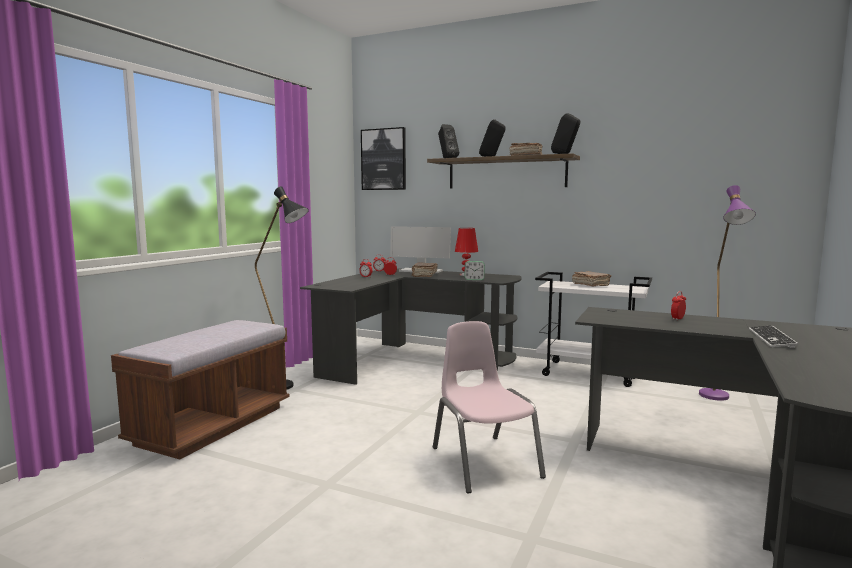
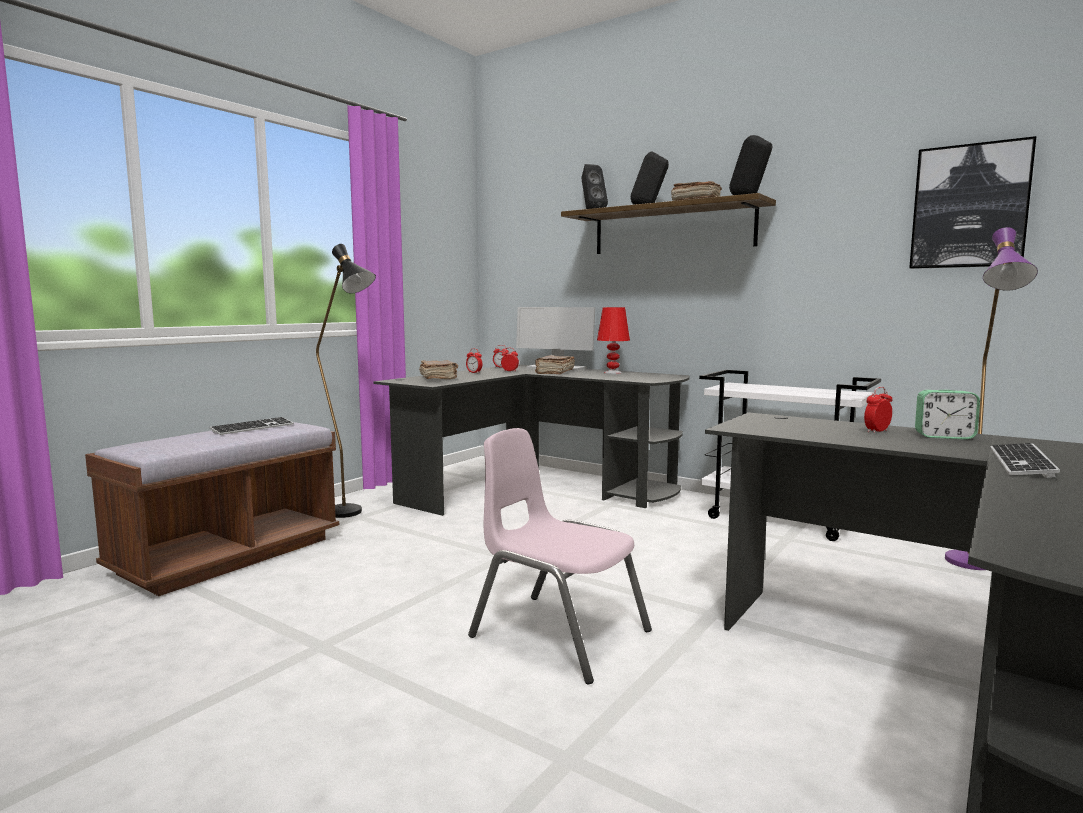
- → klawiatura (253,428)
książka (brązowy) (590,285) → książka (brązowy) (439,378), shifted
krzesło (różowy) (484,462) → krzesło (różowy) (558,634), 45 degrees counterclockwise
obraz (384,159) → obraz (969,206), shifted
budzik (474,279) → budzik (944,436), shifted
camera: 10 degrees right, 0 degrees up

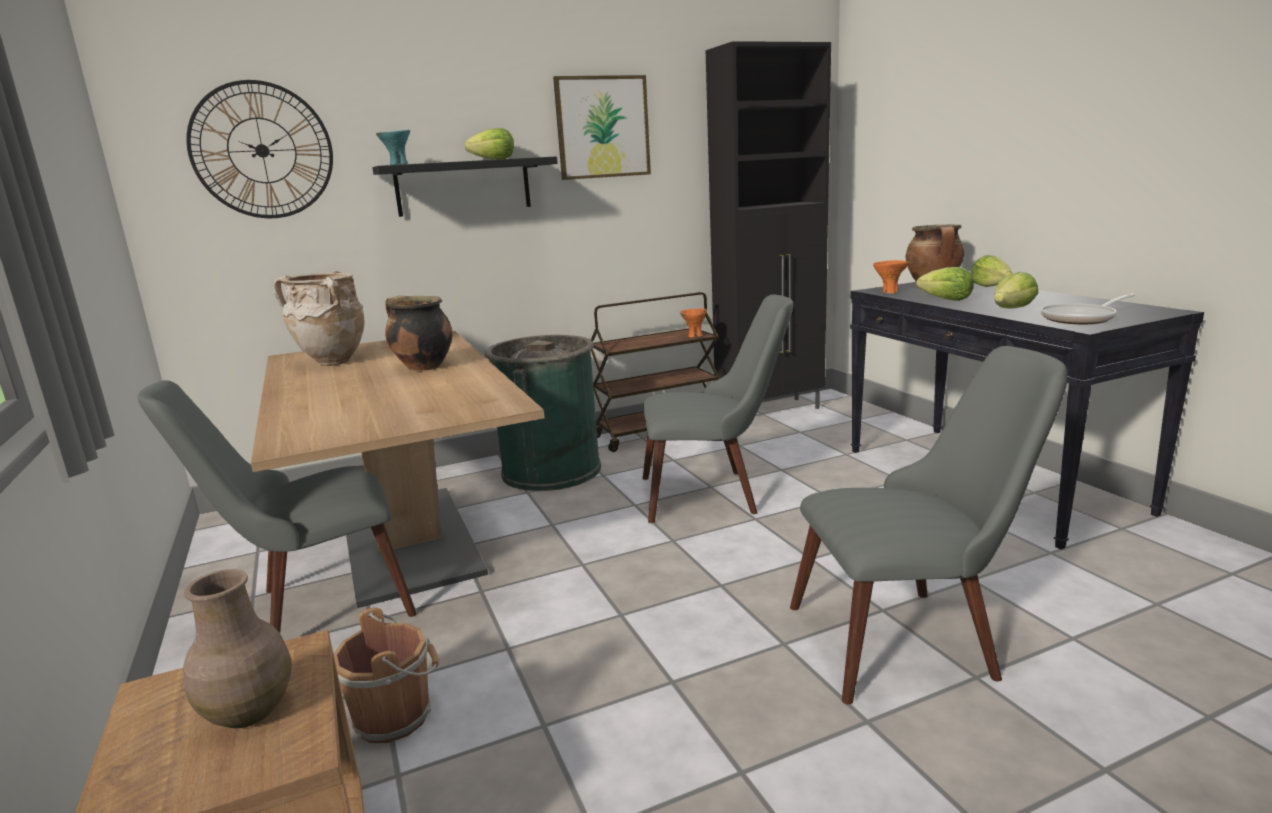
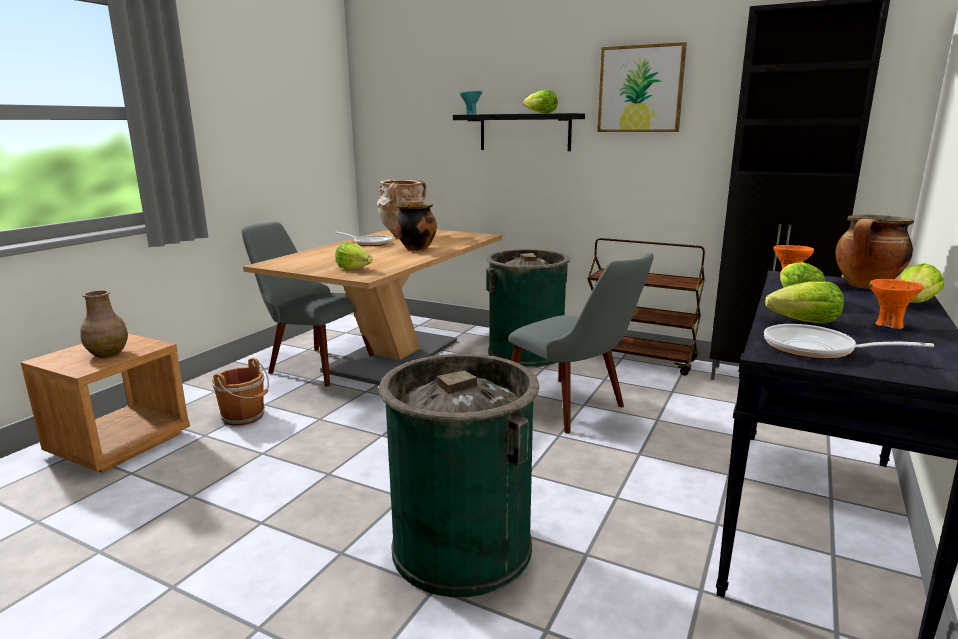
- → patelnia (370,243)
- → sałata (354,269)
krzesło (szary) (913,637) → kosz na śmieci (zielony) (462,546)
miska (pomarańczowy) (694,336) → miska (pomarańczowy) (888,325), shifted
zegar ścienny (262,150) → -
camera: 50 degrees right, 0 degrees up

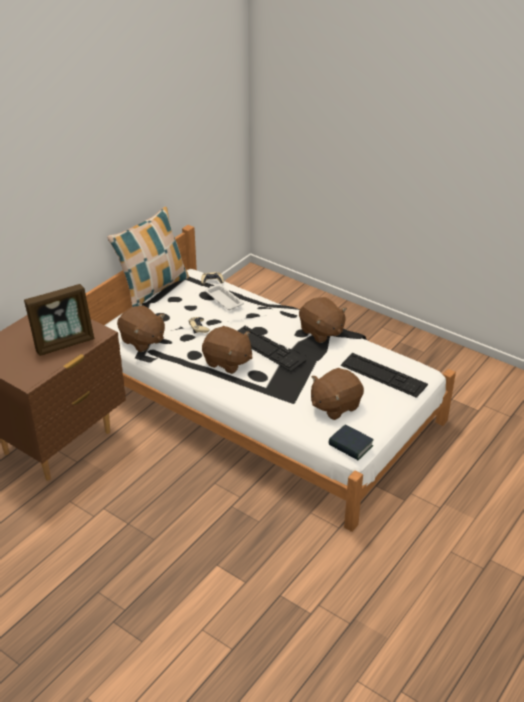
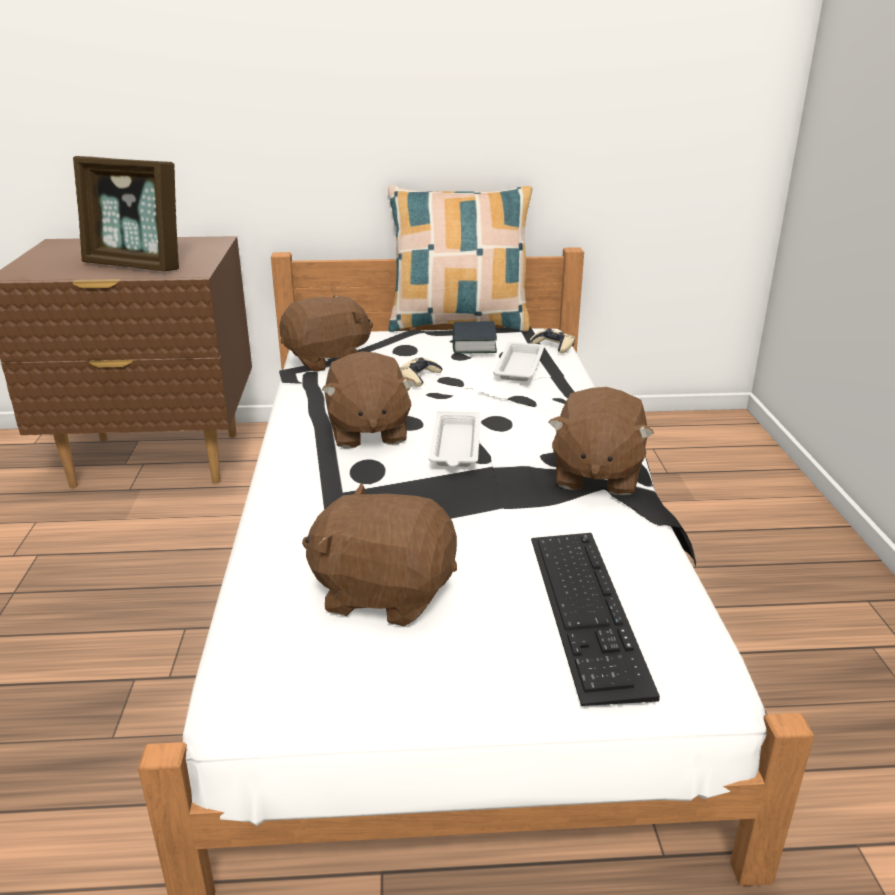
pluszak (brązowy) (142,341) → pluszak (brązowy) (327,360), 120 degrees counterclockwise
klawiatura (267,348) → taca (biały) (455,446)
książka (350,446) → książka (473,344), shifted
camera: 50 degrees right, 10 degrees down

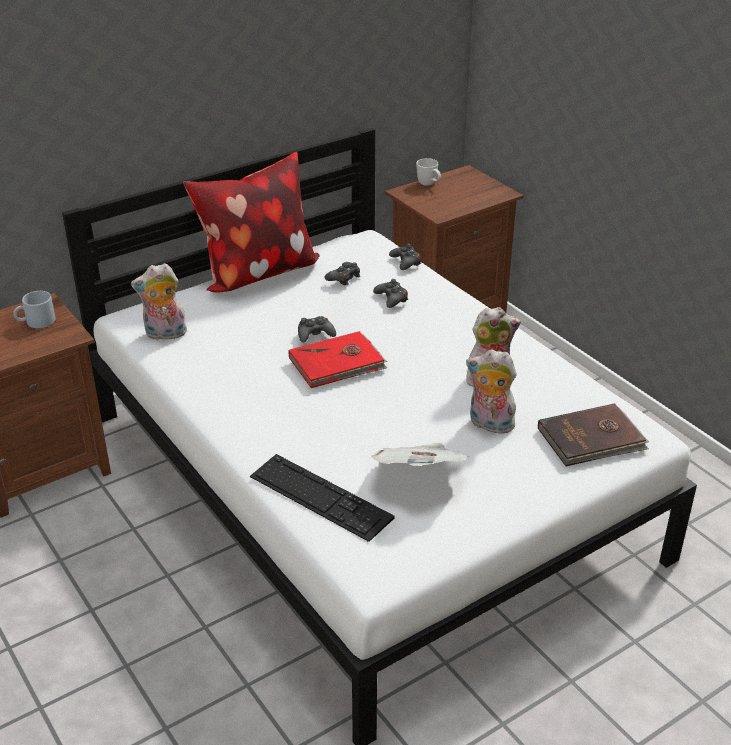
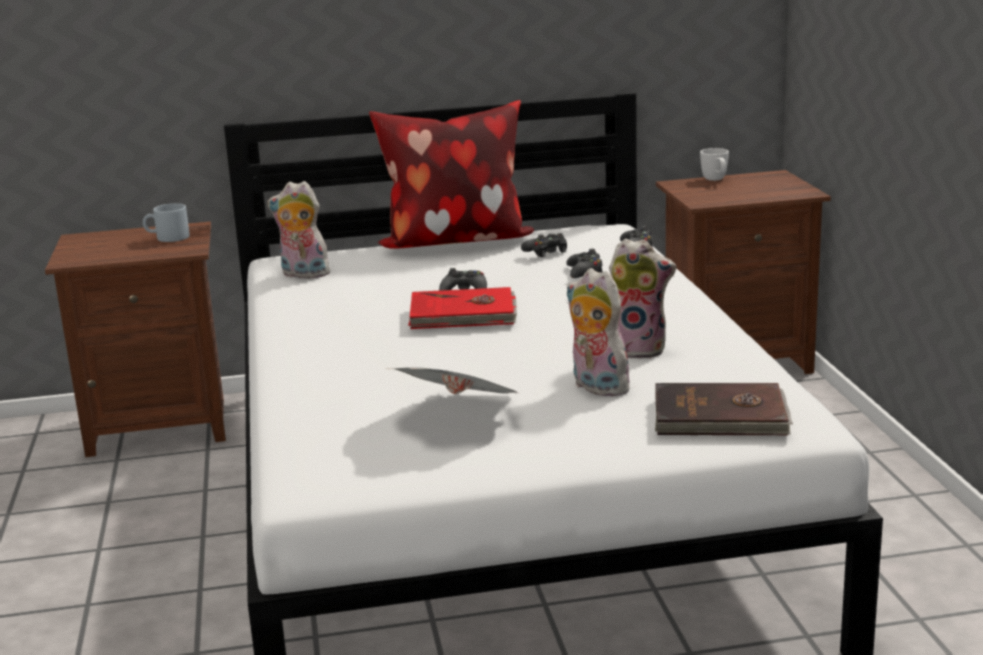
klawiatura (320,497) → -
camera: 25 degrees right, 15 degrees down

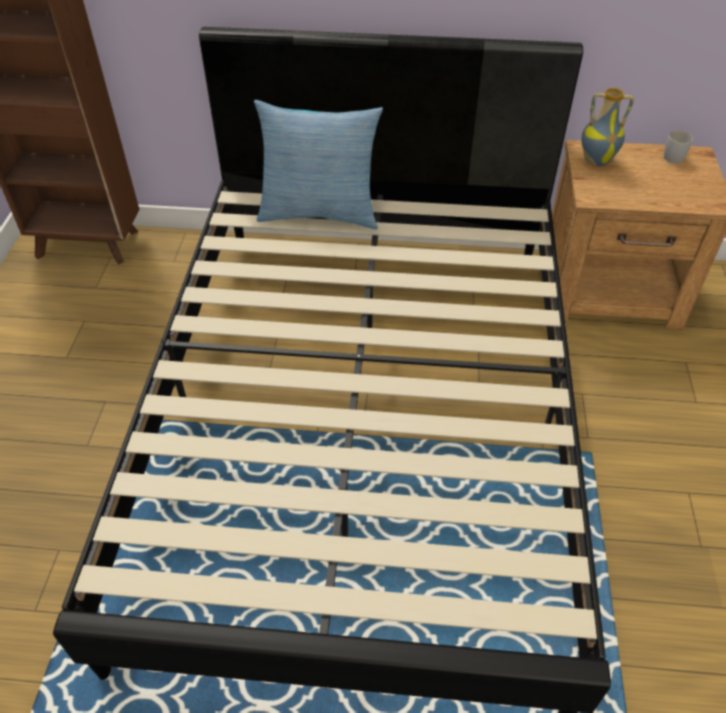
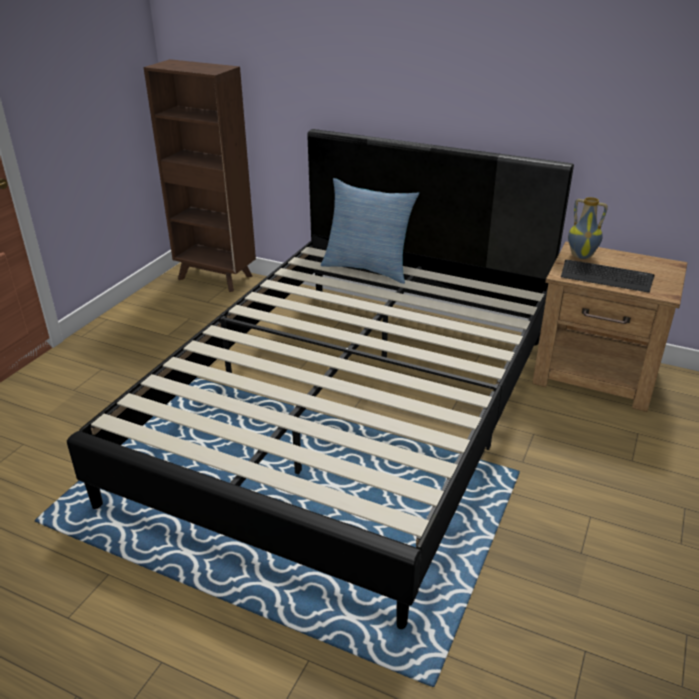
- → klawiatura (606,277)
kubek (biały) (674,156) → -
camera: 20 degrees right, 15 degrees down

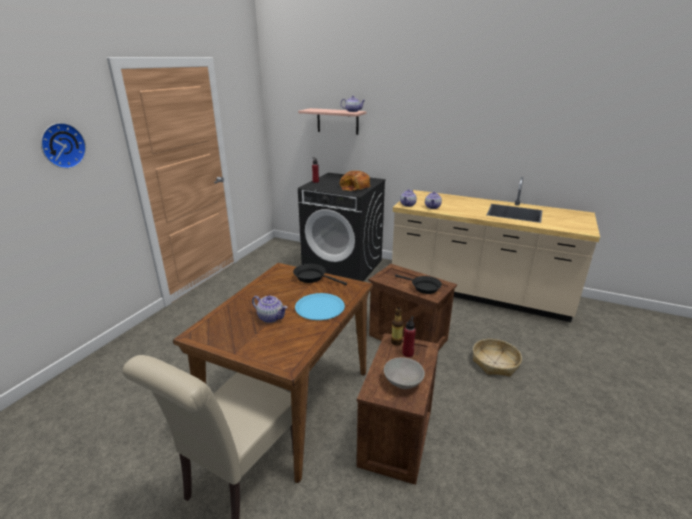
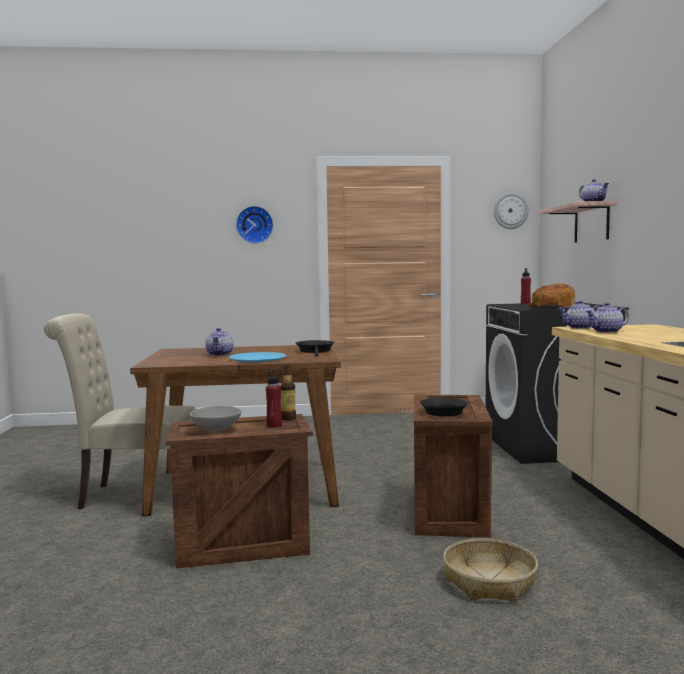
- → zegar ścienny (510,211)
camera: 60 degrees right, 20 degrees down

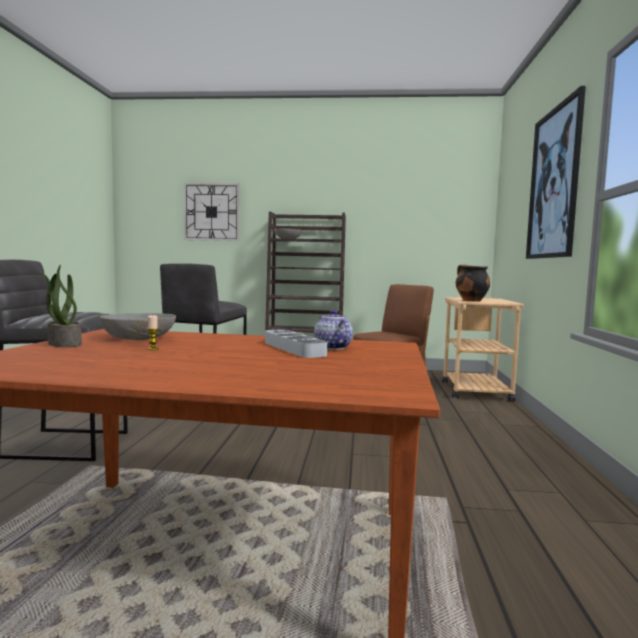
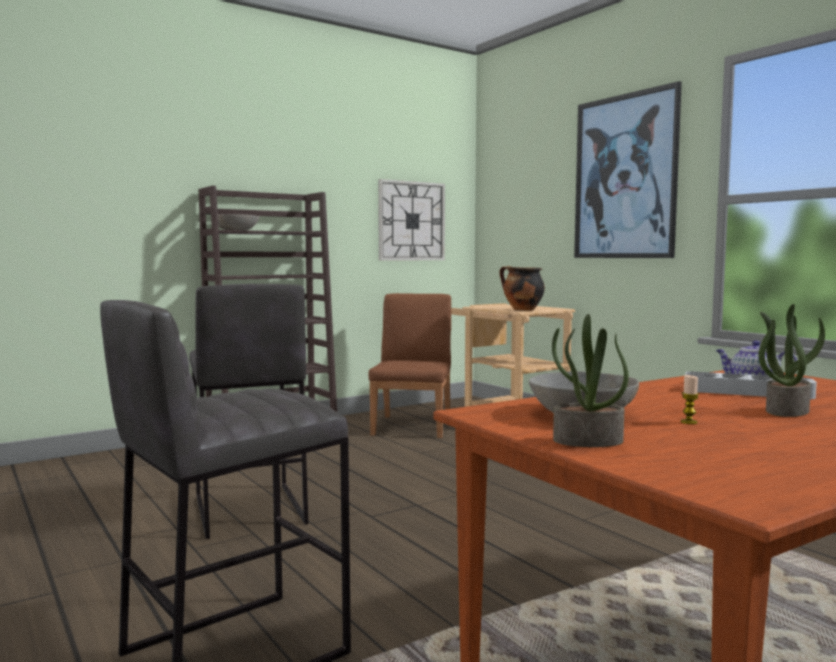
zegar ścienny (211,212) → zegar ścienny (411,221), shifted
- → roślina doniczkowa (786,411)
camera: 40 degrees left, 0 degrees up

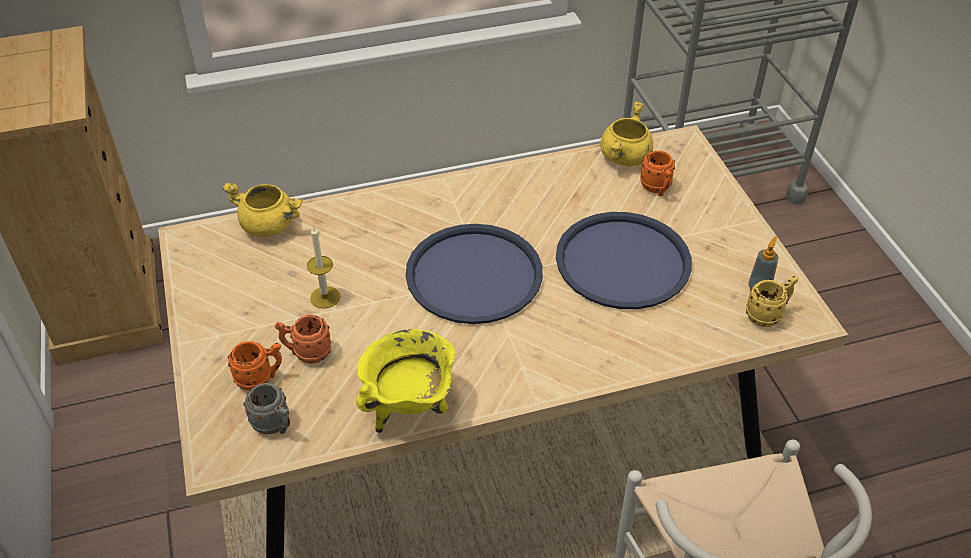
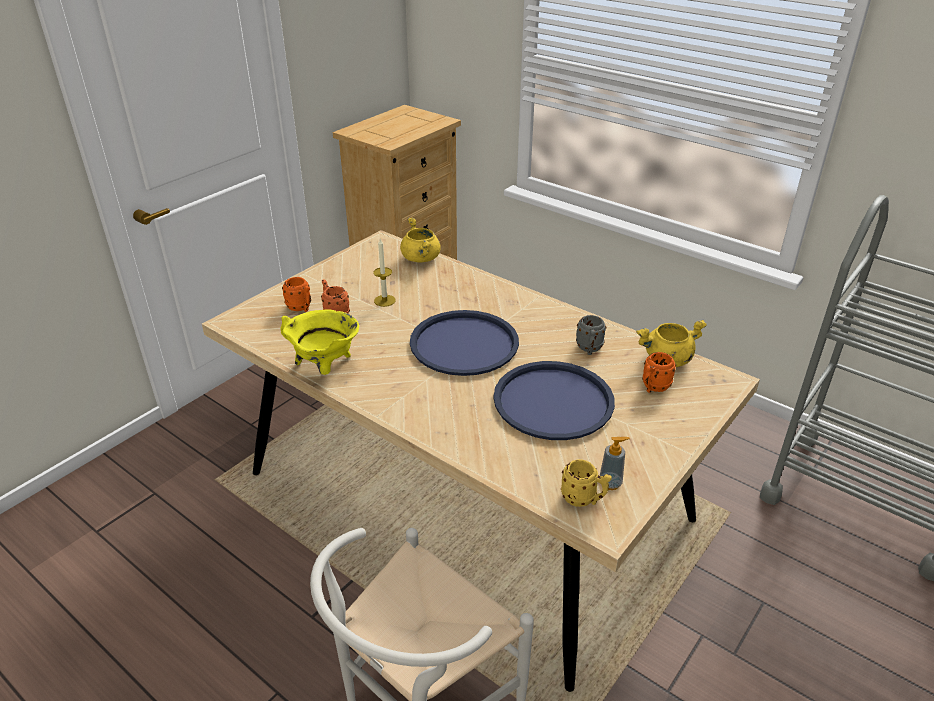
kubek (szary) (275,426) → kubek (szary) (589,349), shifted
camera: 55 degrees right, 10 degrees down

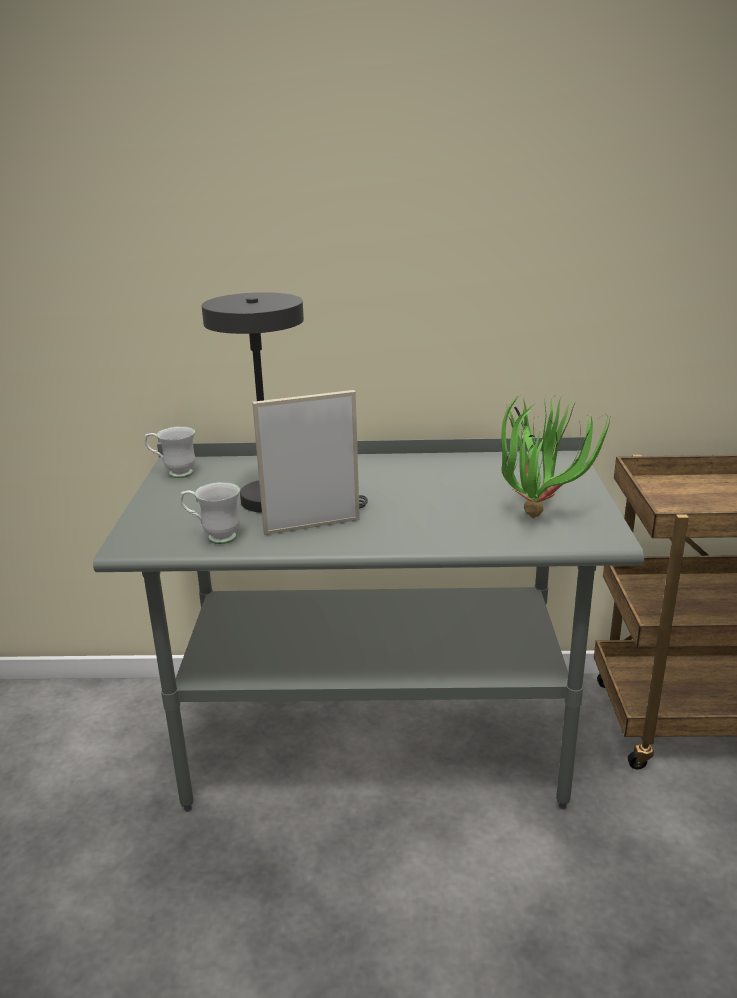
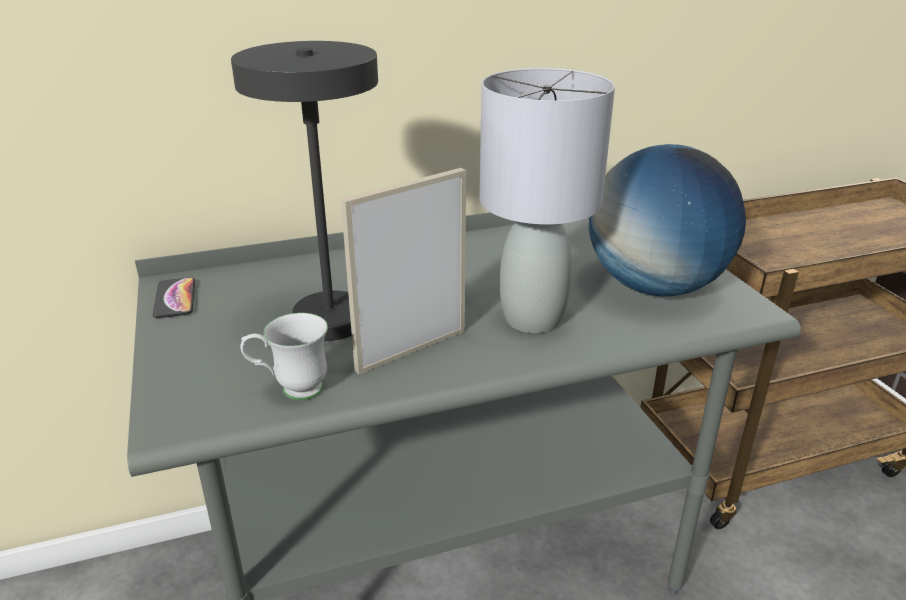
kubek (biały) (174,473) → telefon (175,299)
- → lampa stołowa (szary) (532,318)
roślina doniczkowa (538,510) → globus (654,287)
camera: 20 degrees left, 5 degrees up

